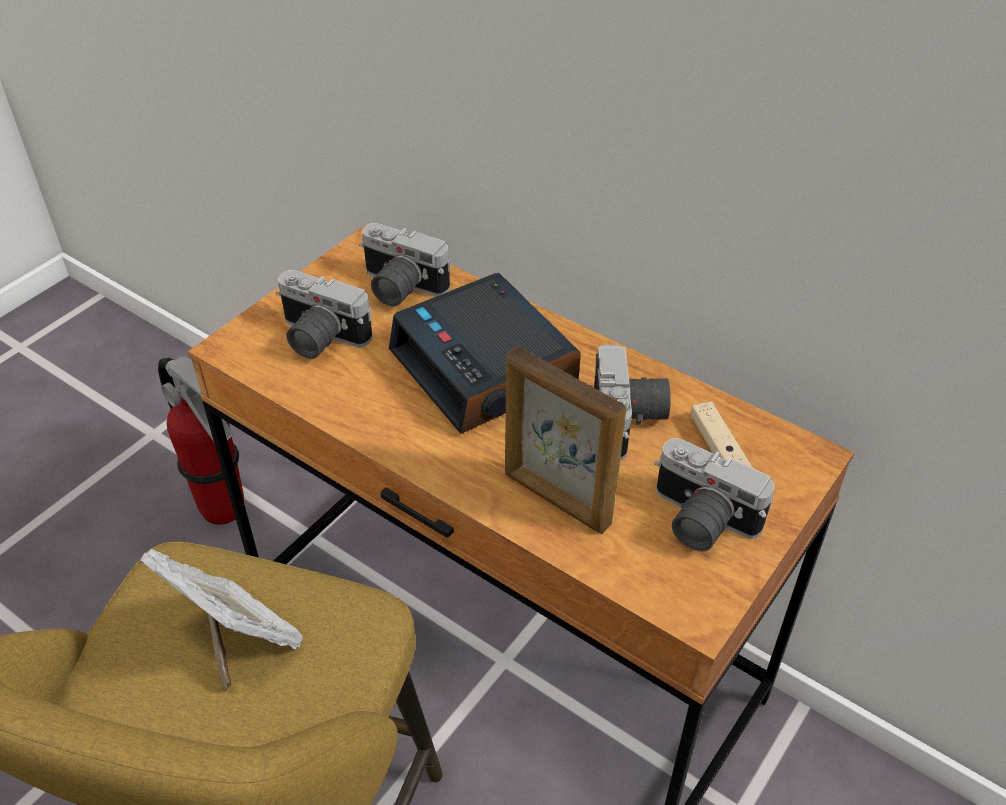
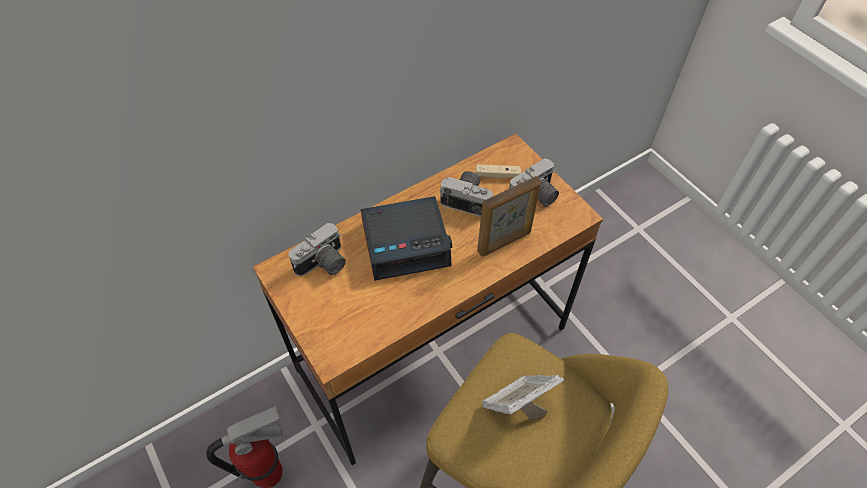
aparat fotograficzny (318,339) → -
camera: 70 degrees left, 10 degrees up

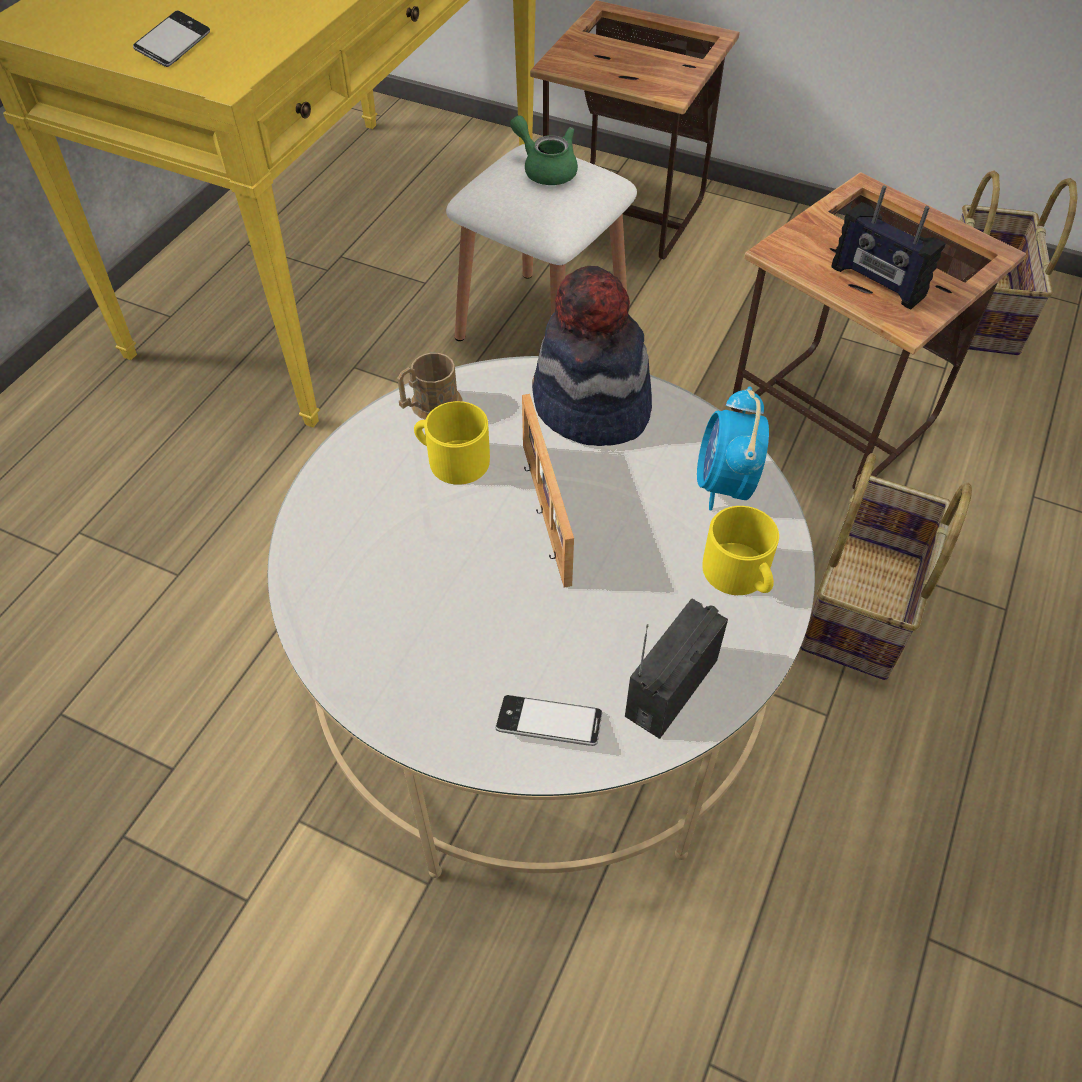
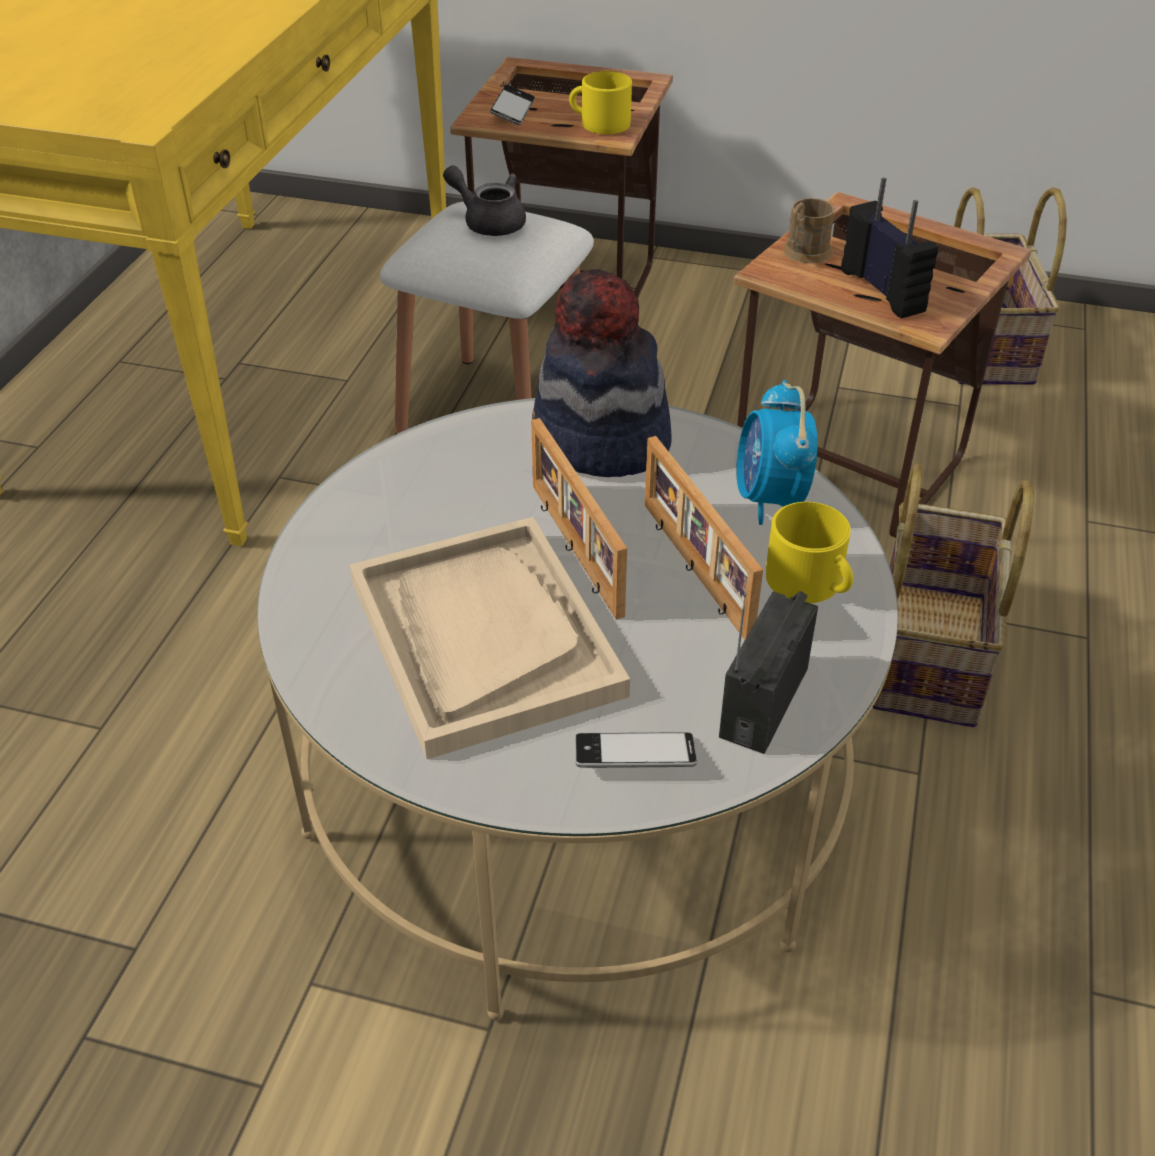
- → taca (beżowy) (483,637)
imbryk (zielony) (545,169) → imbryk (szary) (489,222)
telefon (174,46) → telefon (512,111), shifted
kubek (żółty) (452,459) → kubek (żółty) (599,123), shifted
- → ramka na zdjęcie (693,569)
kubek (brązowy) (430,406) → kubek (brązowy) (803,253), shifted
radio (876,282) → radio (883,290), 150 degrees counterclockwise
camera: 10 degrees left, 10 degrees down

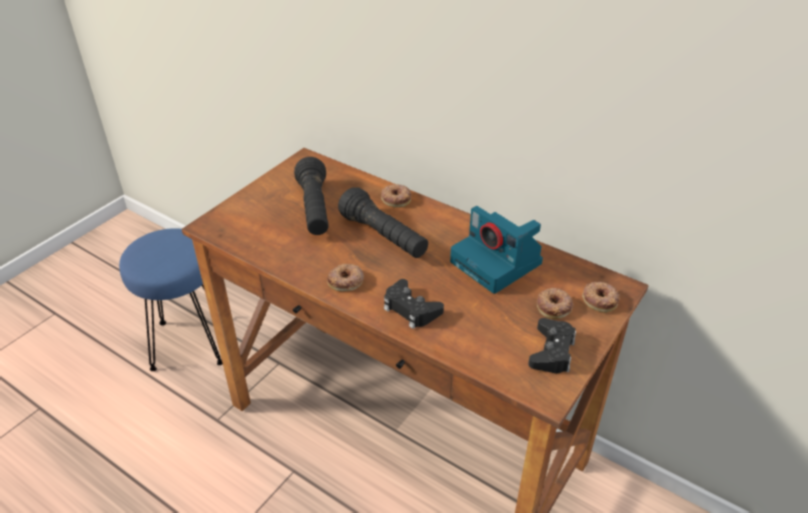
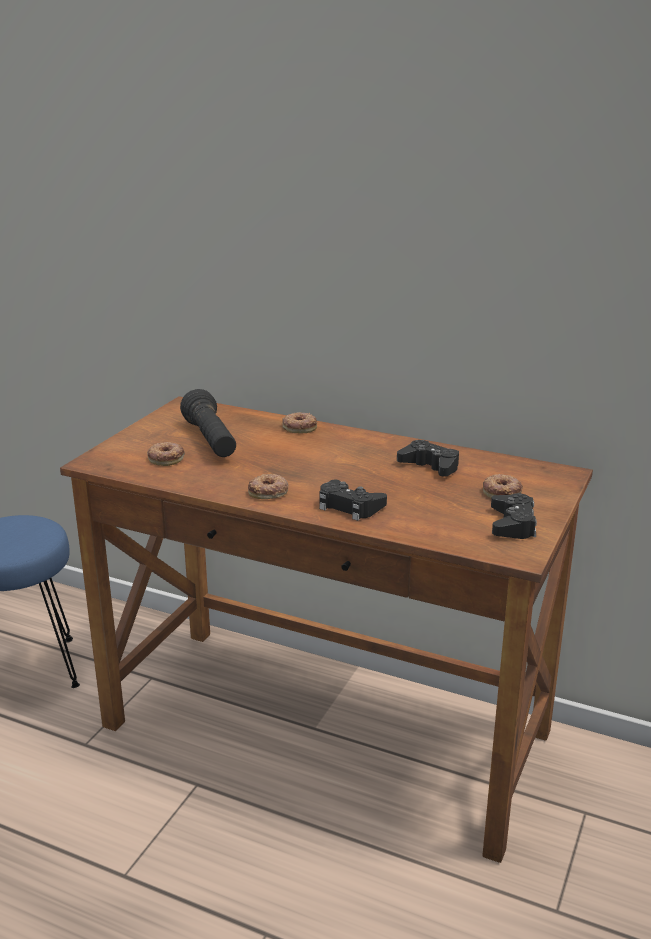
donut (600,299) → donut (166,458), shifted
aparat fotograficzny (498,263) → pad do gier (czarny) (430,466)
latarka (czarny) (384,237) → -
camera: 10 degrees left, 15 degrees down

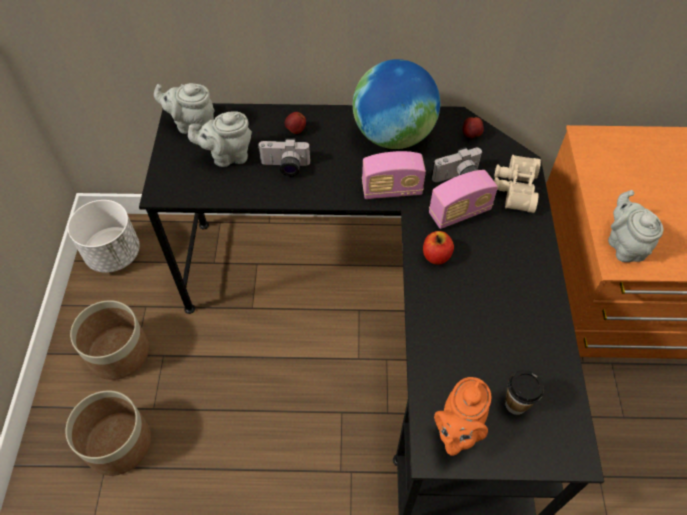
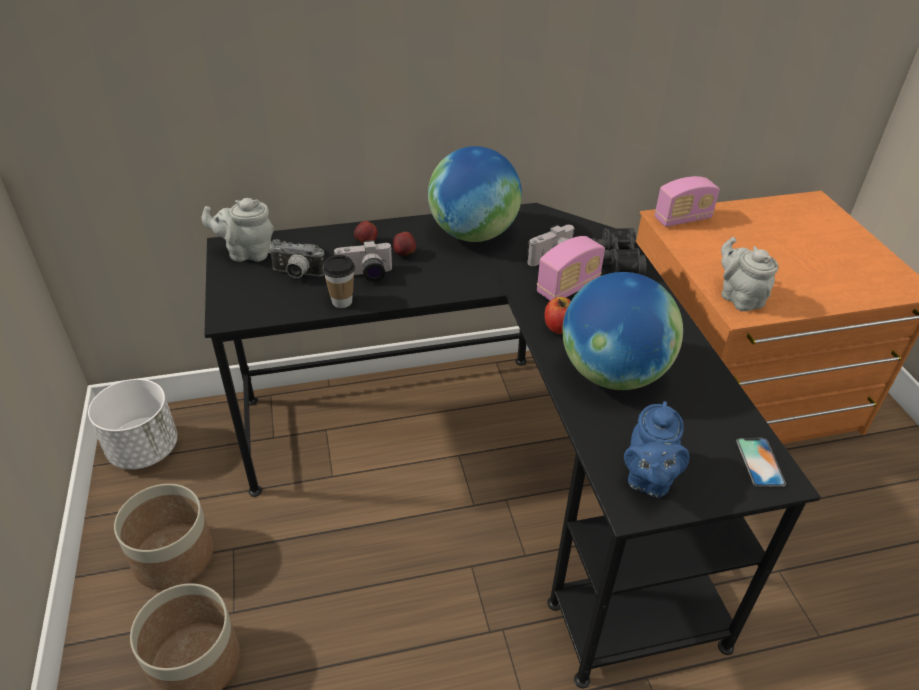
imbryk (szary) (228,156) → aparat fotograficzny (297,274)
filiżanka (515,404) → filiżanka (342,301), shifted
jabłko (471,135) → jabłko (404,254), shifted
- → globus (612,373)
lornetka (beżowy) (513,188) → lornetka (czarny) (614,260)
imbryk (pomarańczowy) (457,430) → imbryk (niebieski) (647,479)
radio (391,190) → radio (682,219), shifted
- → telefon (760,462)
camera: 15 degrees left, 15 degrees down

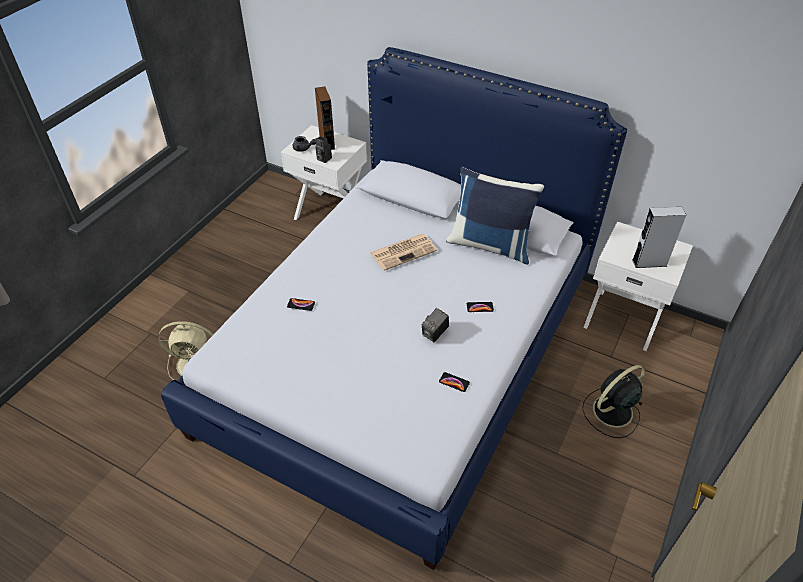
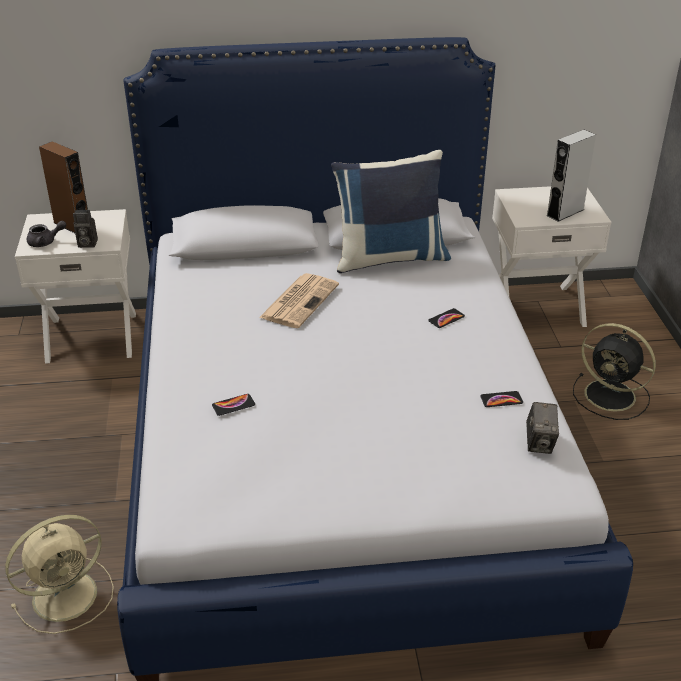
aparat fotograficzny (435,334) → aparat fotograficzny (539,443), shifted
wentylator (czarny) (611,412) → wentylator (czarny) (612,396), 75 degrees counterclockwise
camera: 35 degrees left, 10 degrees down

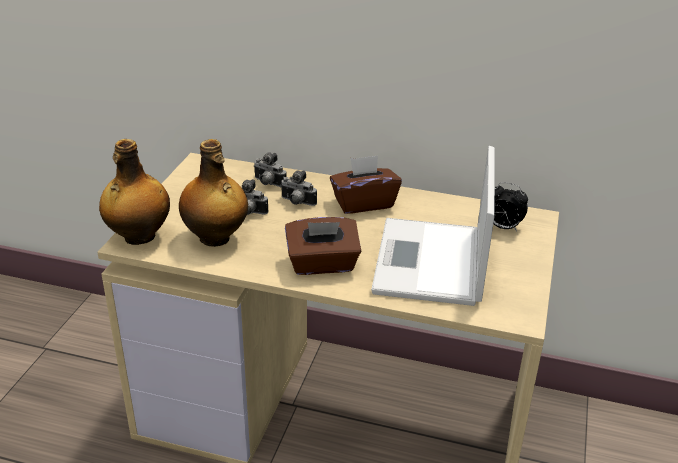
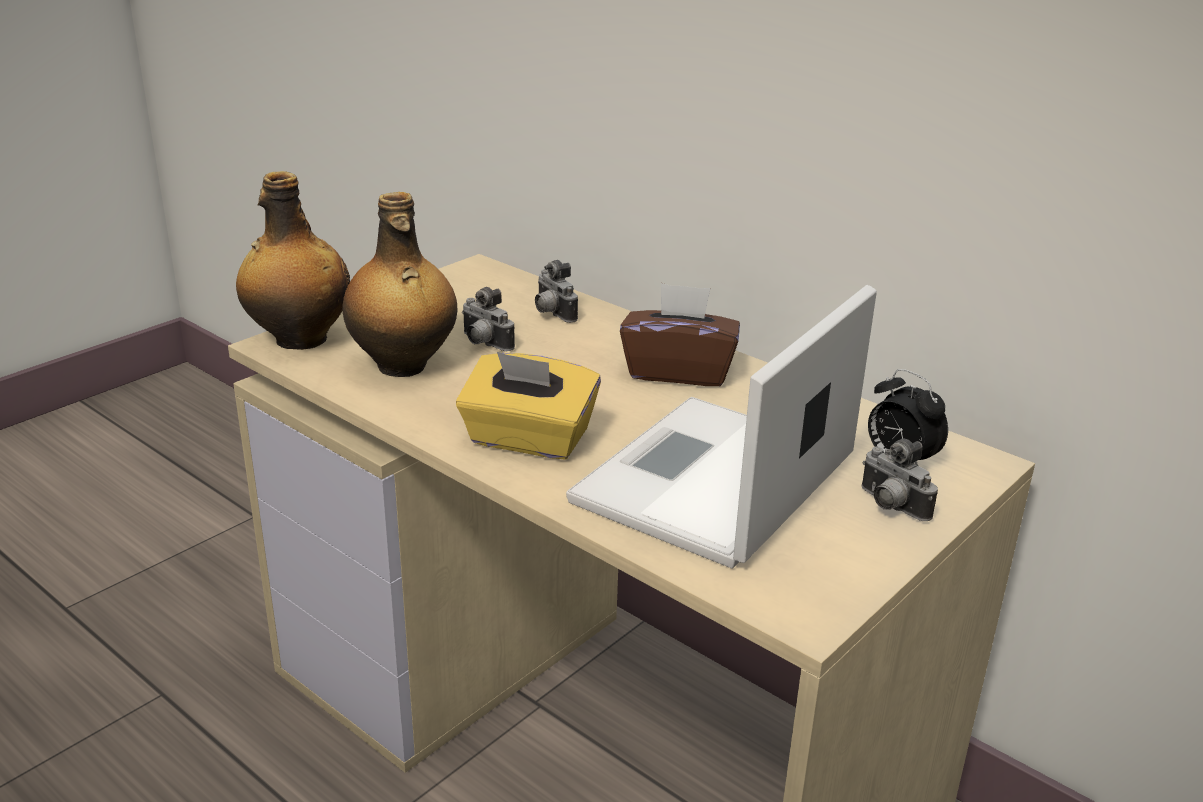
pudełko chusteczek (brązowy) (322,264) → pudełko chusteczek (żółty) (528,439)
aparat fotograficzny (297,203) → aparat fotograficzny (890,506), shifted
camera: 25 degrees right, 5 degrees down

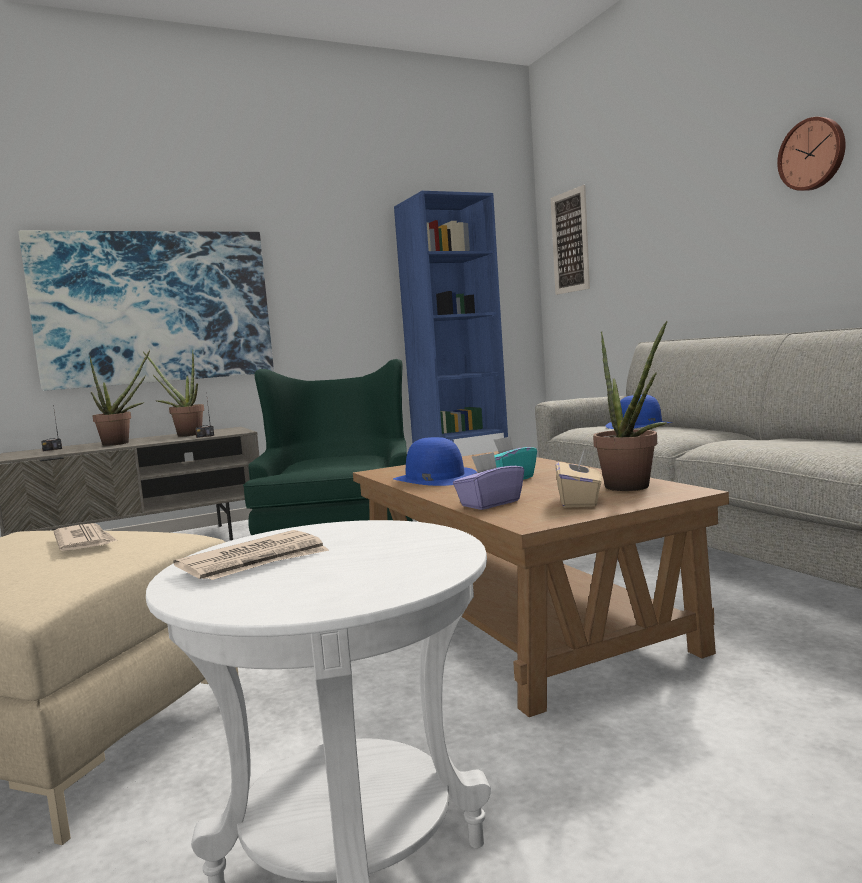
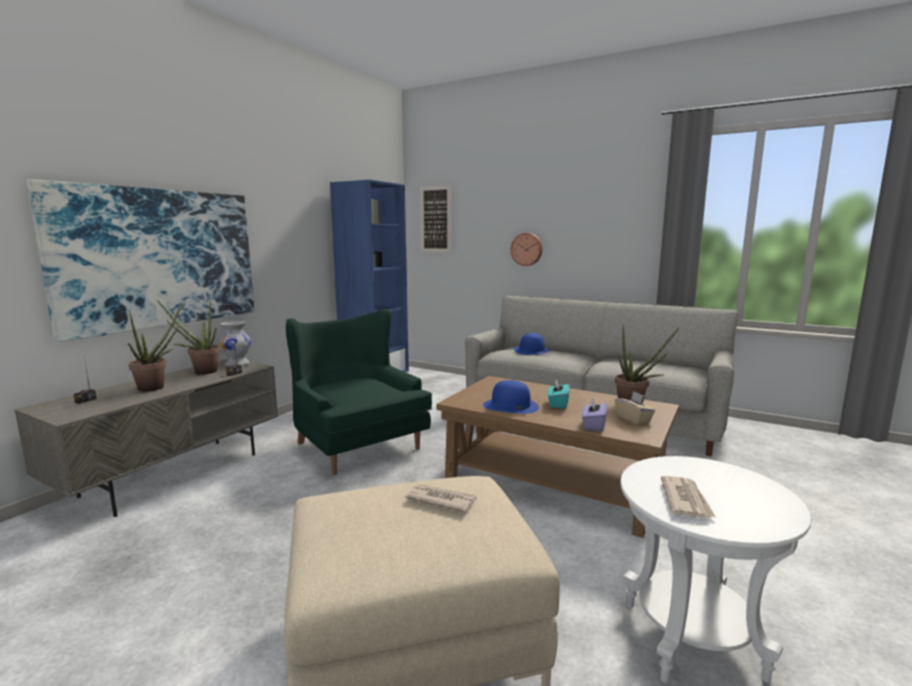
- → wazon (biały) (236,364)
zegar ścienny (813,154) → zegar ścienny (527,249), shifted
camera: 35 degrees left, 5 degrees up

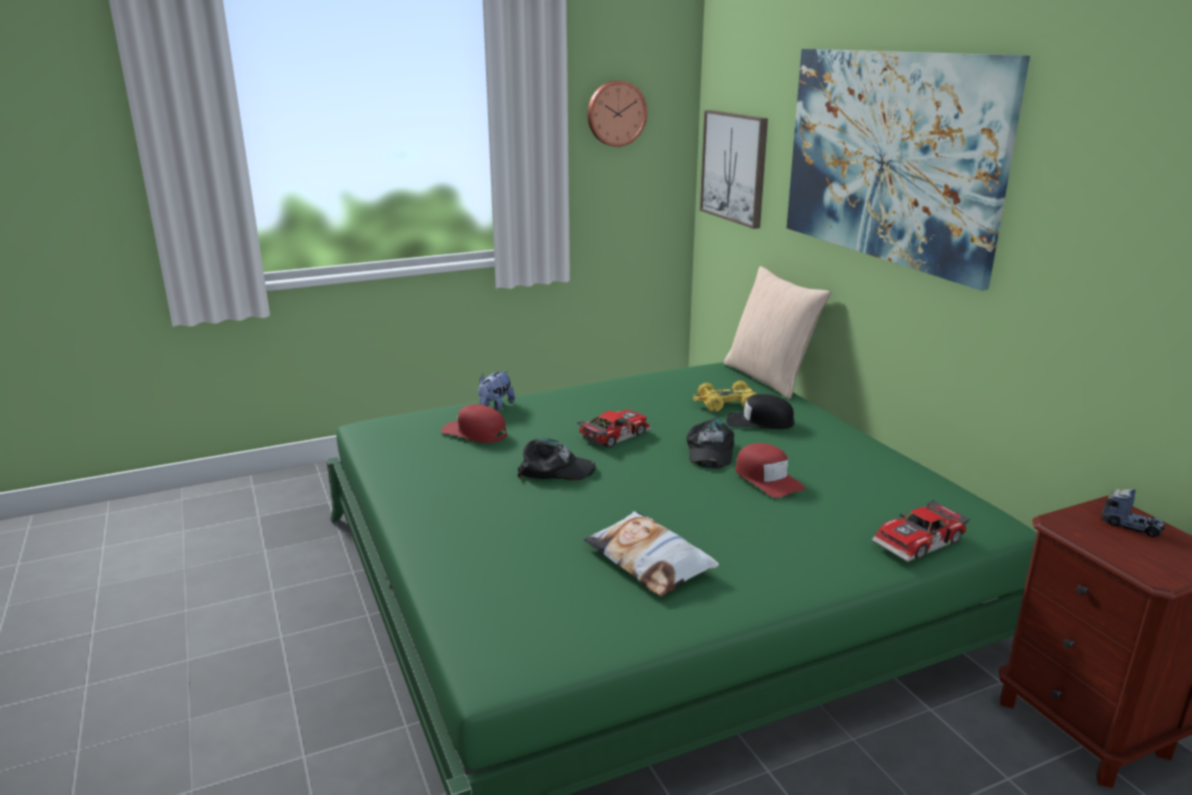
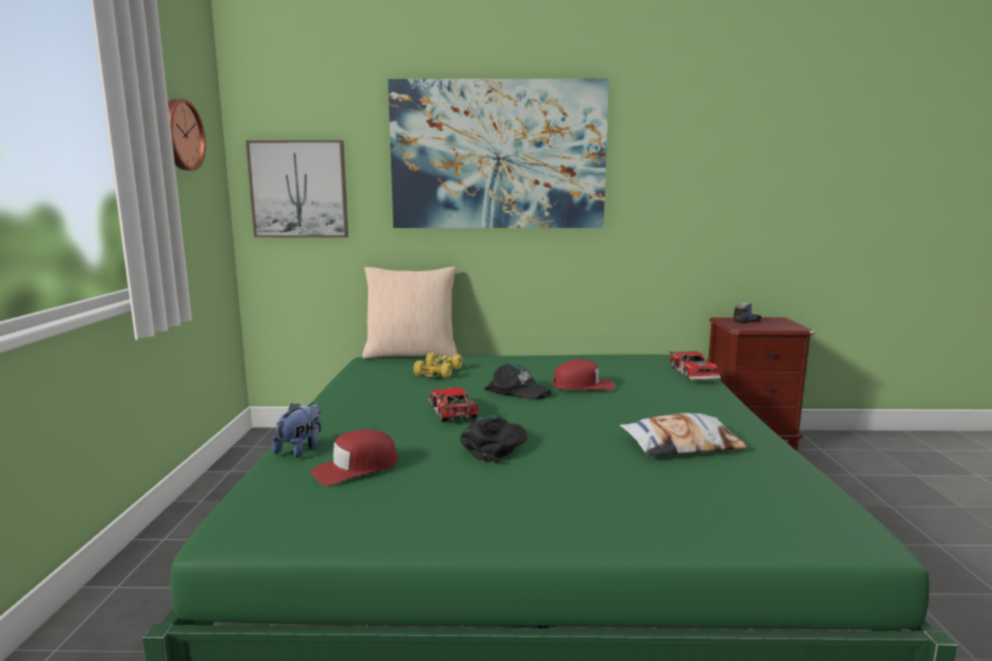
pluszak (495,407) → pluszak (301,449), 120 degrees counterclockwise
czapka z daszkiem (czarny) (759,422) → -
camera: 65 degrees left, 10 degrees down

